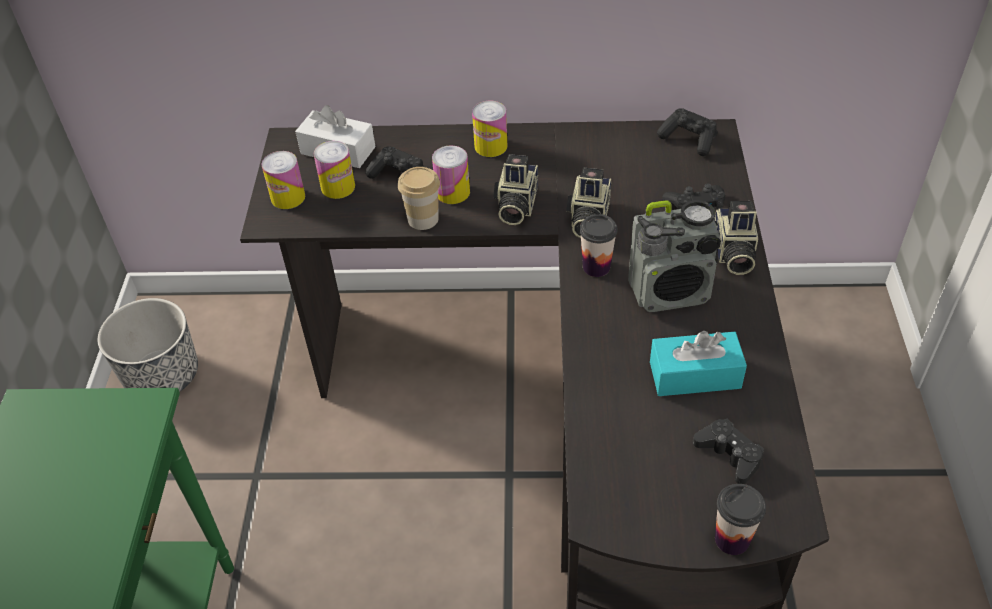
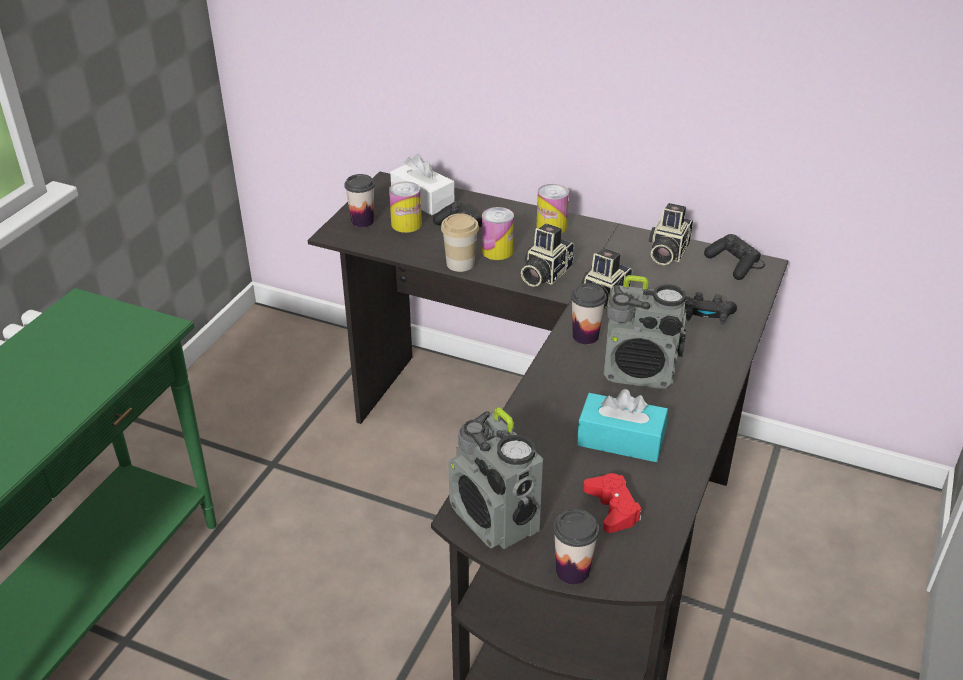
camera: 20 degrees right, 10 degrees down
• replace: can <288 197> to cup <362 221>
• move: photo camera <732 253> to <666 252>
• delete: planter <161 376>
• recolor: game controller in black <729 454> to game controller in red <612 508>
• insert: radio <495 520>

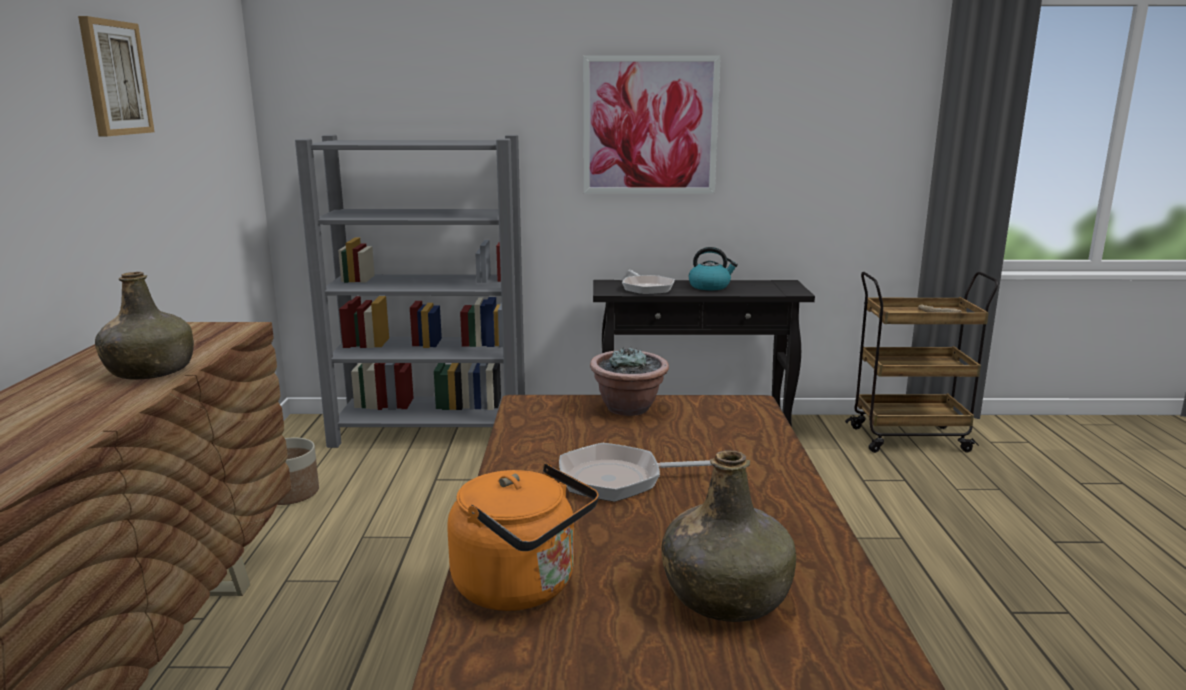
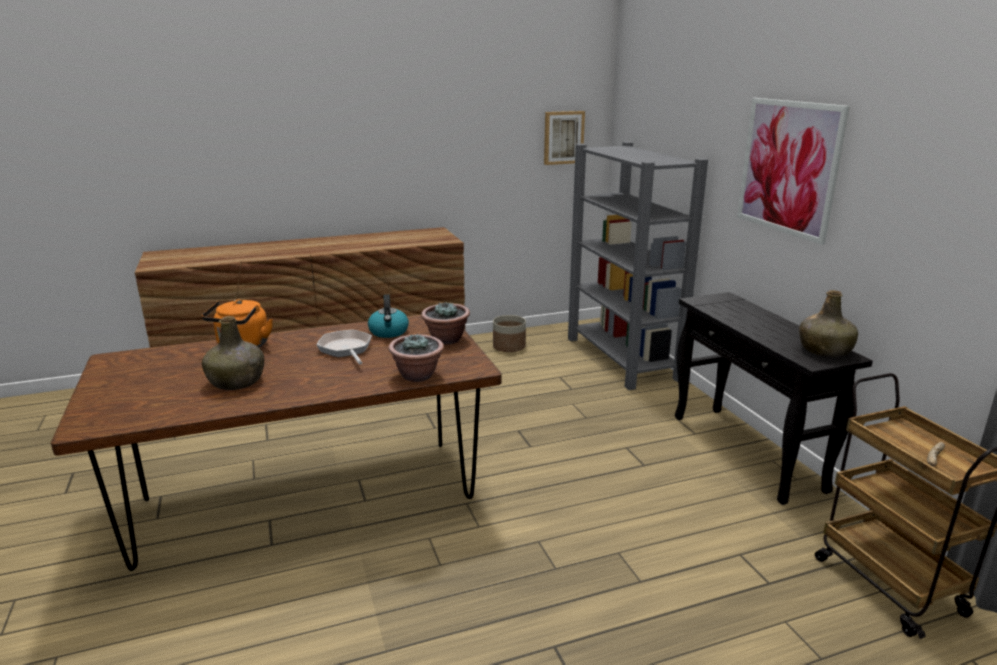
camera: 70 degrees right, 5 degrees up
• move: picture <114 78> to <563 137>
• move: kettle <710 286> to <389 332>
• delete: frying pan <646 288>
• move: bottle in green <151 371> to <825 351>
• insert: potted plant <417 376>

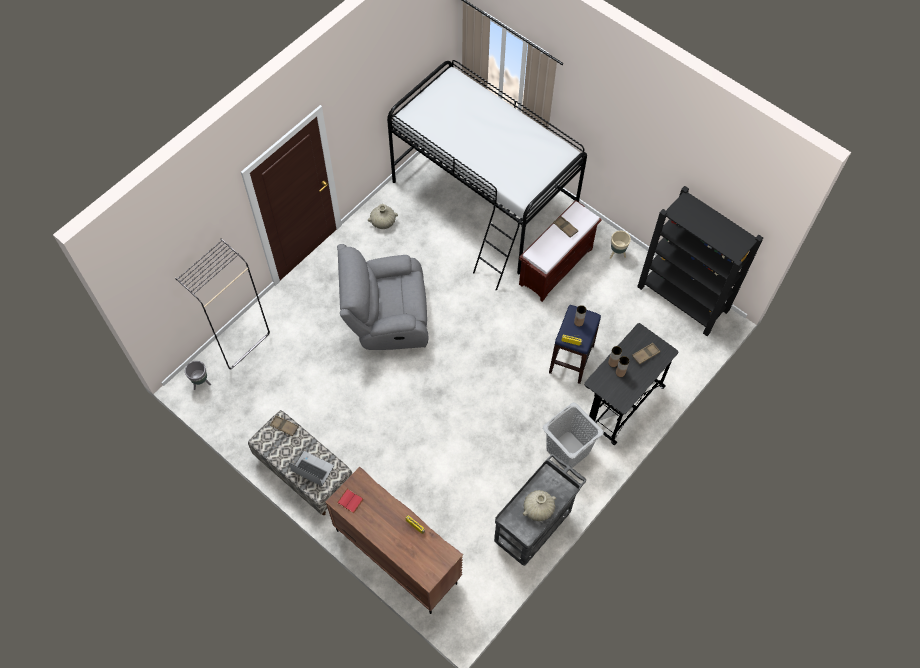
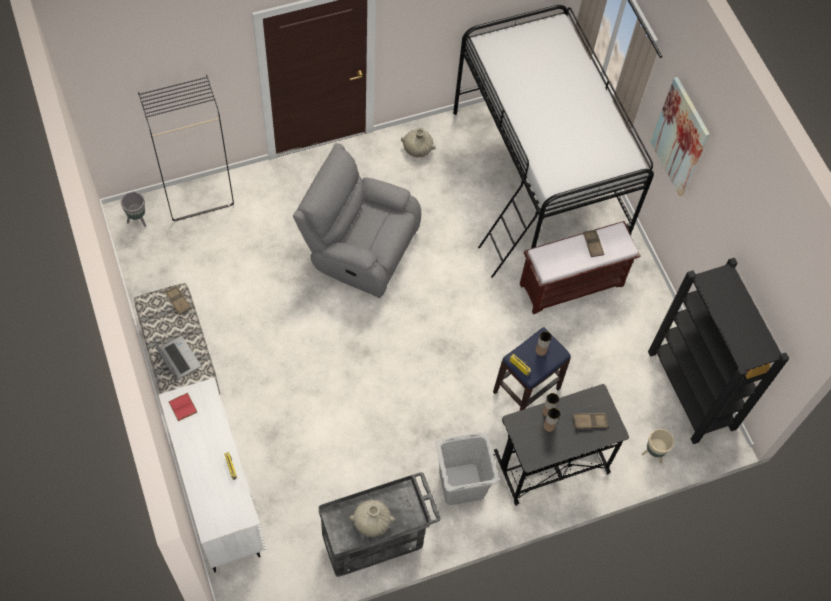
camera: 25 degrees right, 0 degrees up
• move: planter in beige <617 254> to <653 454>
• recolor: dresser in brown <397 555> to dresser in white <218 494>
• insert: picture <680 137>

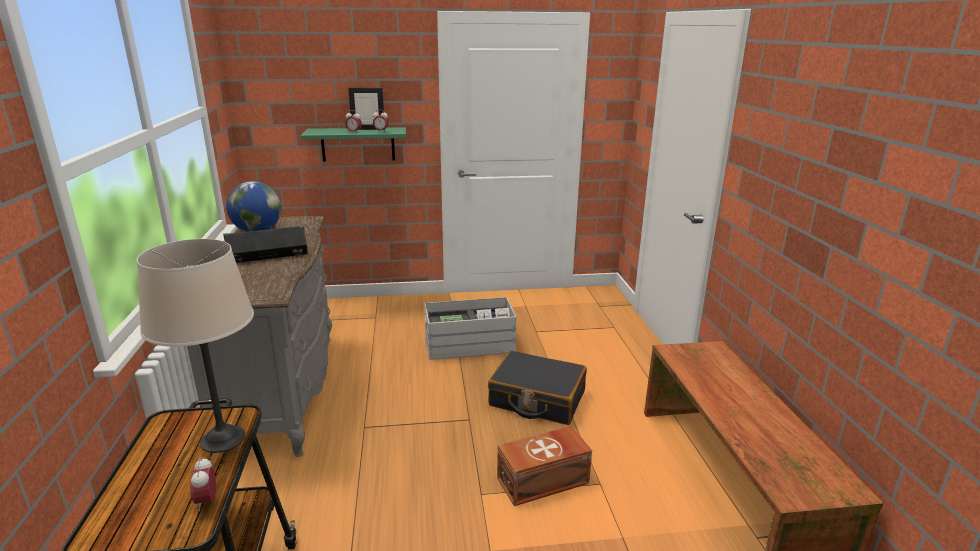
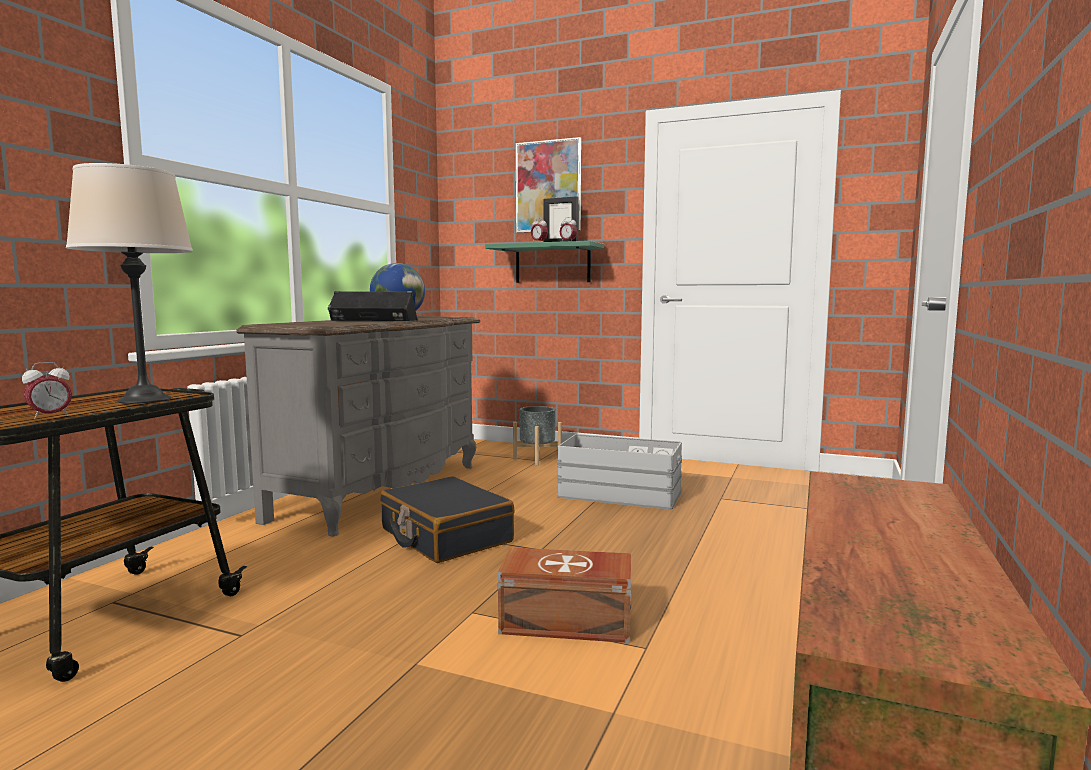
camera: 30 degrees right, 15 degrees down
• move: suitcase in black <537 399> to <445 536>
• rotate: alarm clock <207 501> = <50 417> 150 degrees counterclockwise
• insert: picture <548 186>
• insert: planter in grey <537 459>

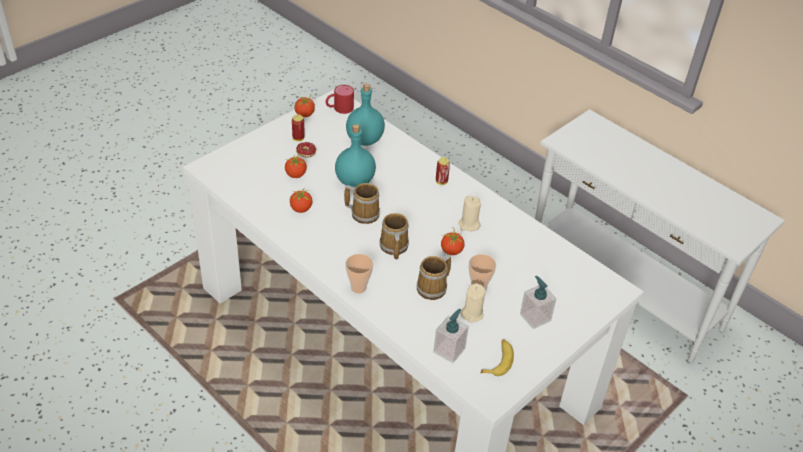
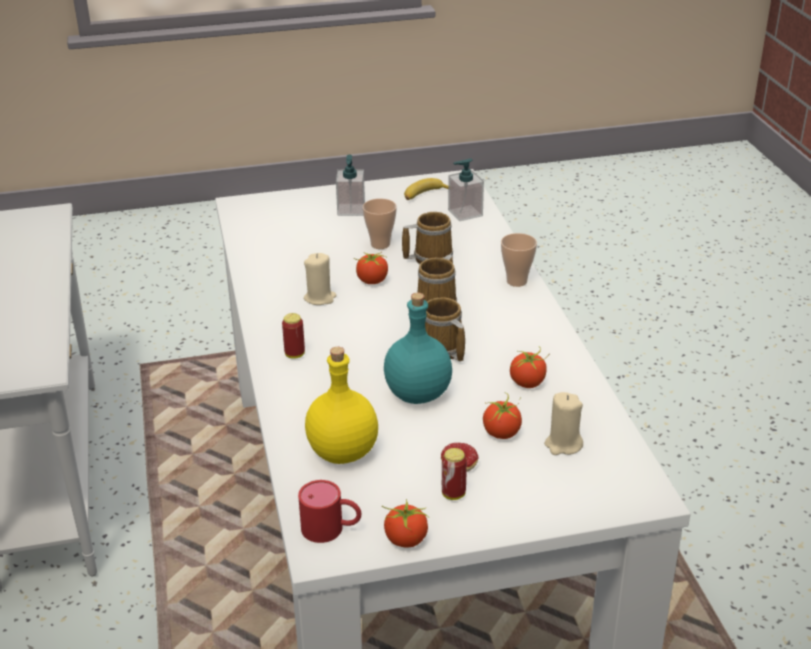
camera: 145 degrees left, 10 degrees down
• recolor: bottle in turquoise <365 139> to bottle in yellow <341 452>
• move: candle in beige <472 313> to <563 444>

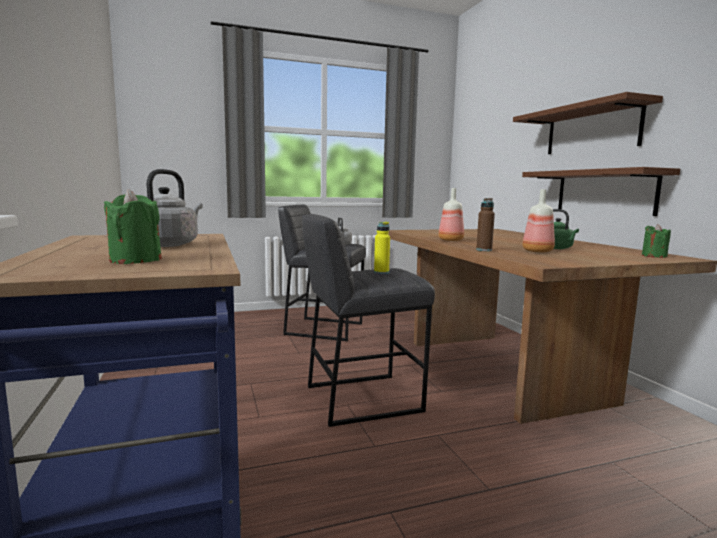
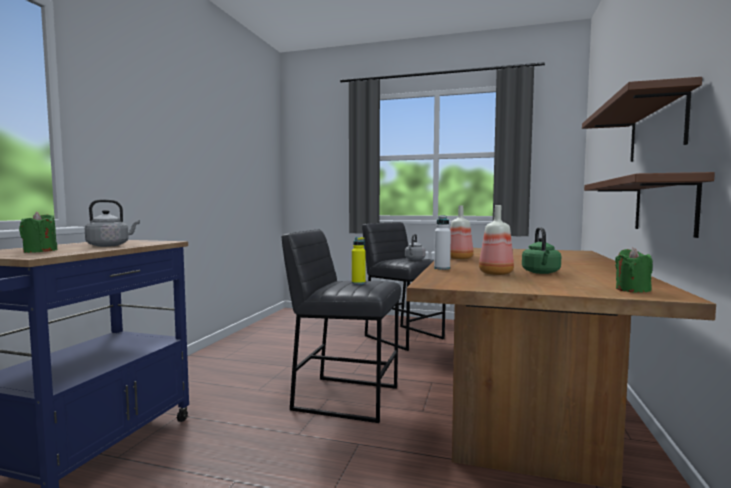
camera: 35 degrees right, 5 degrees down
• recolor: bottle in brown <484 250> to bottle in white <442 268>

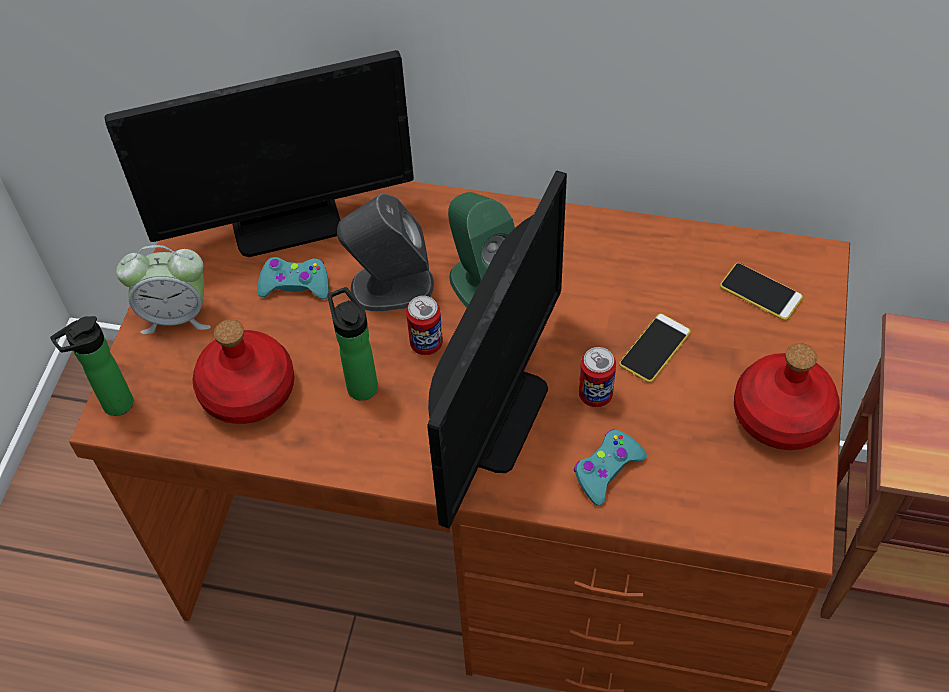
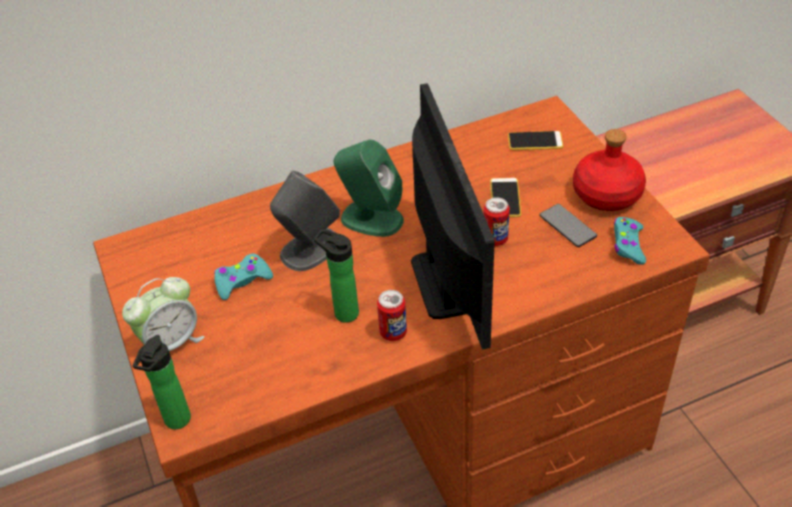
camera: 35 degrees left, 10 degrees down
• delete: monitor <286 221>
• move: can <426 344> to <393 332>
• delete: bottle in red <249 390>
• move: game controller in turquoise <607 470> to <628 245>
• insert: phone <567 226>

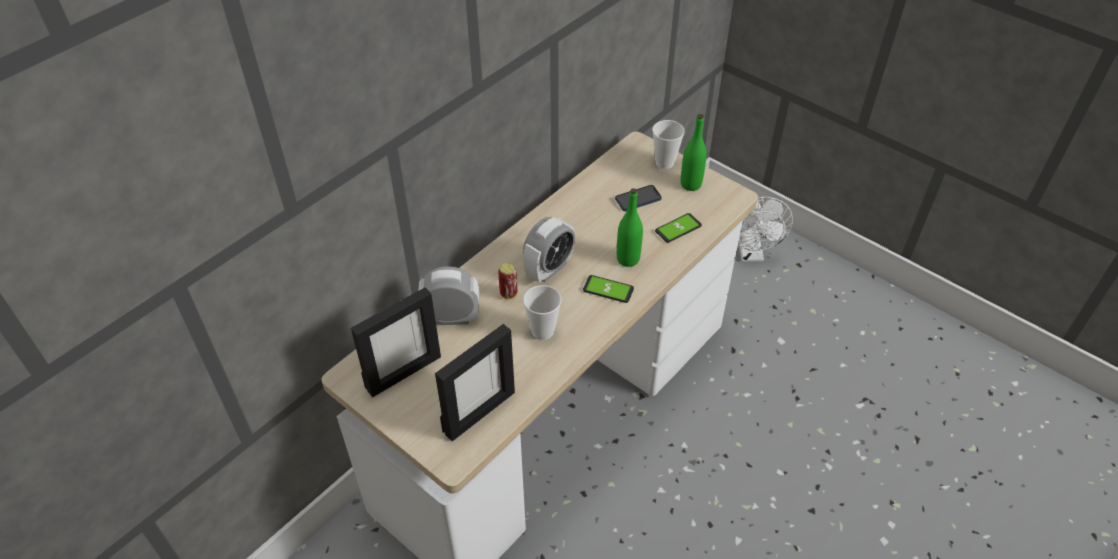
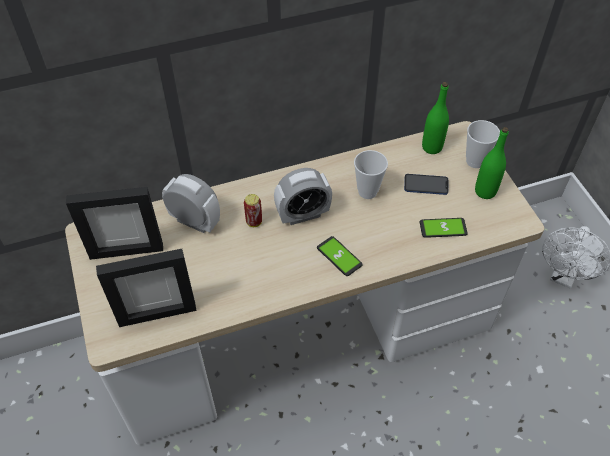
camera: 30 degrees right, 5 degrees up
• move: bottle in green <628 259> to <432 147>
• move: cup <542 331> to <367 191>

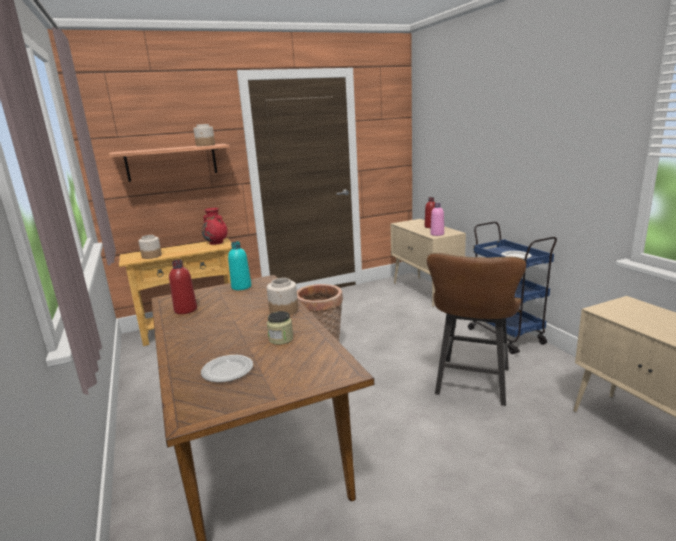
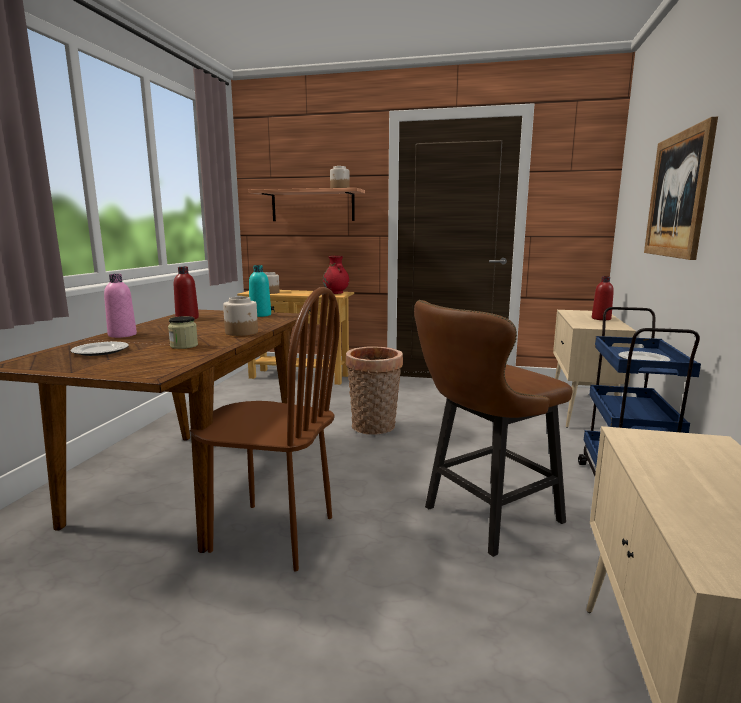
camera: 35 degrees right, 5 degrees down
• move: bottle in pink <437 234> to <122 335>
• insert: picture <677 195>
• insert: chair in brown <273 534>

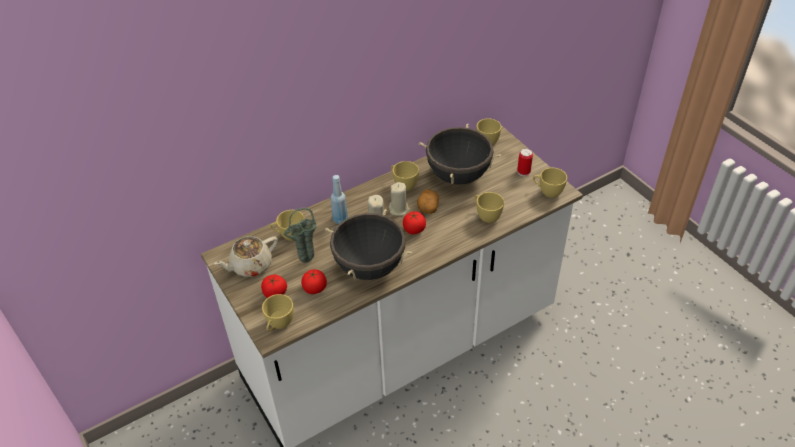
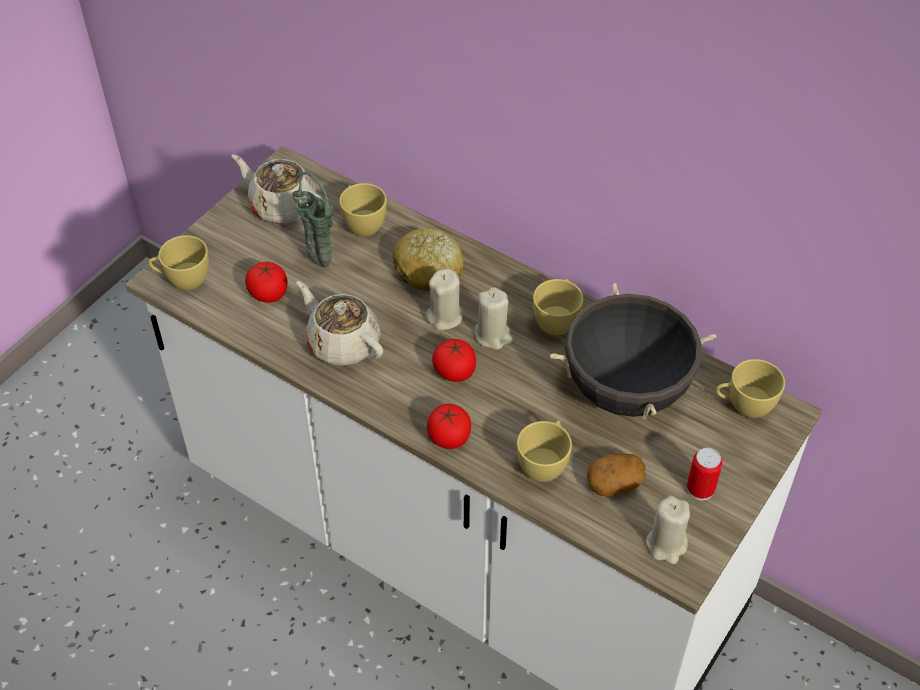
camera: 65 degrees right, 5 degrees up
• replace: cup in yellow <547 192> to candle in beige <666 544>
• replace: bottle in blue <340 219> to bread <428 269>
• move: potato <427 207> to <614 482>
• replace: cooking pot in black <369 267> to teapot in beige <342 343>
• move: tomato <275 293> to <449 437>

